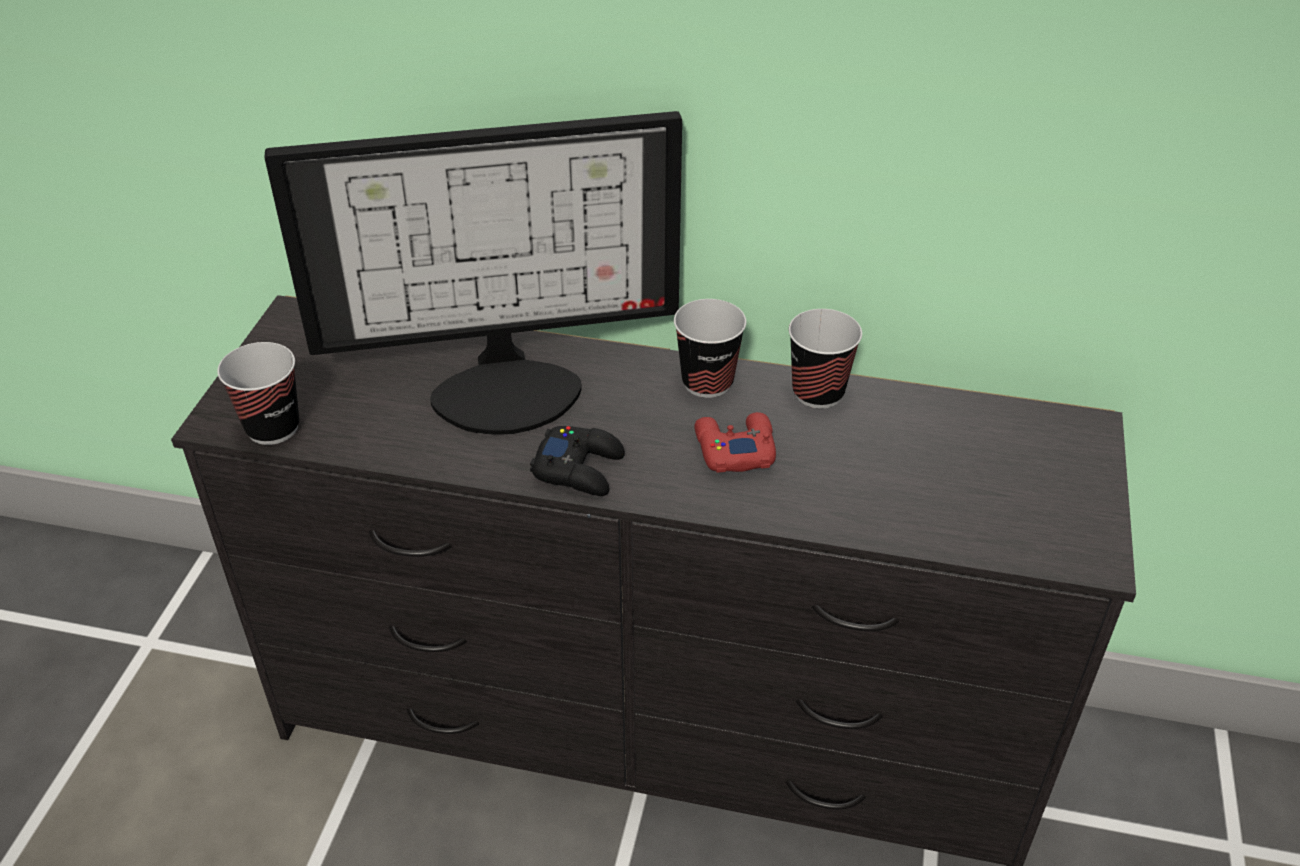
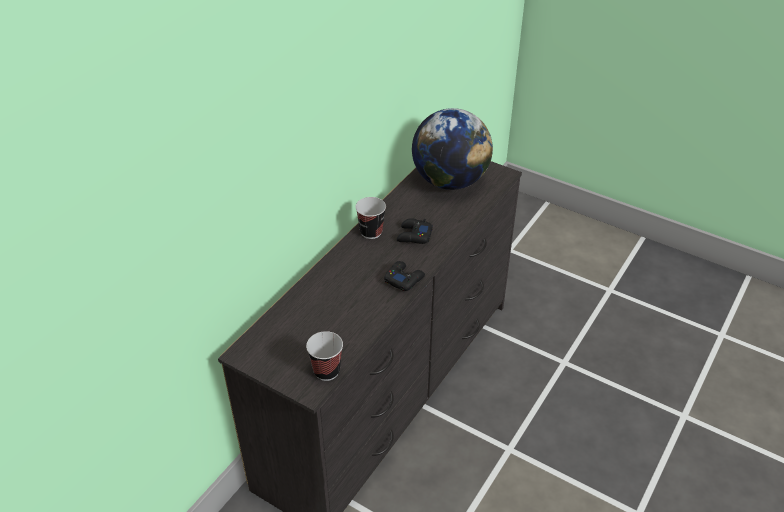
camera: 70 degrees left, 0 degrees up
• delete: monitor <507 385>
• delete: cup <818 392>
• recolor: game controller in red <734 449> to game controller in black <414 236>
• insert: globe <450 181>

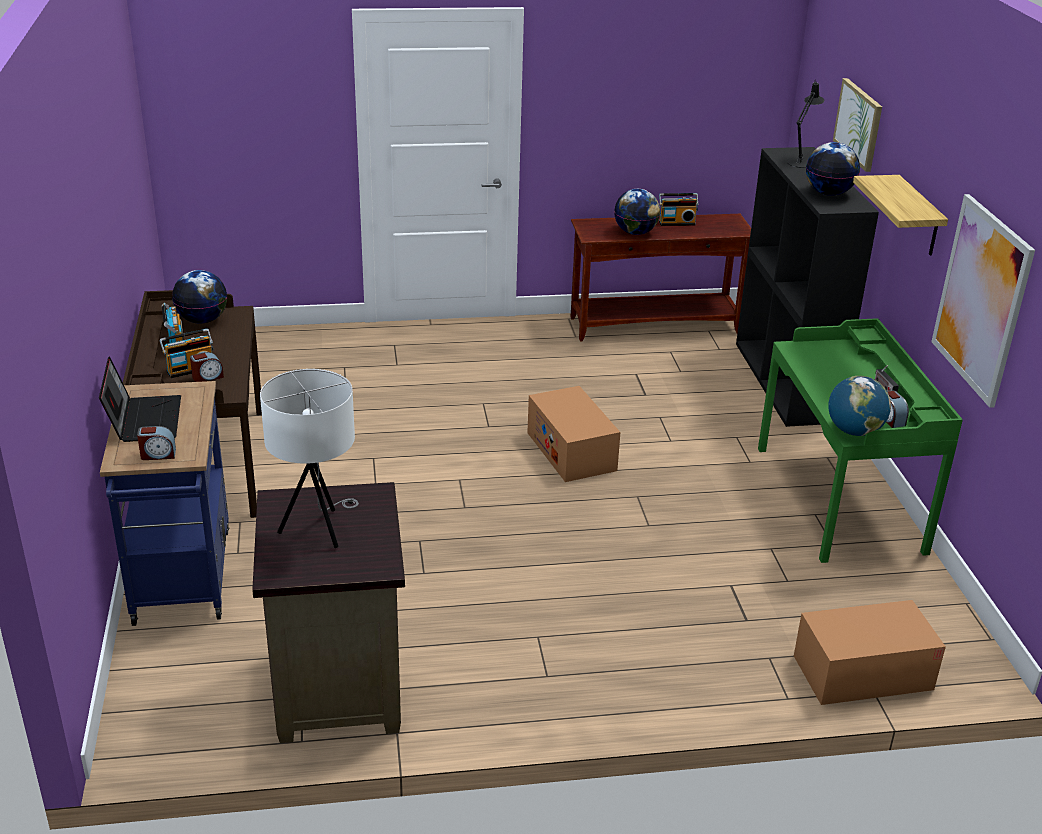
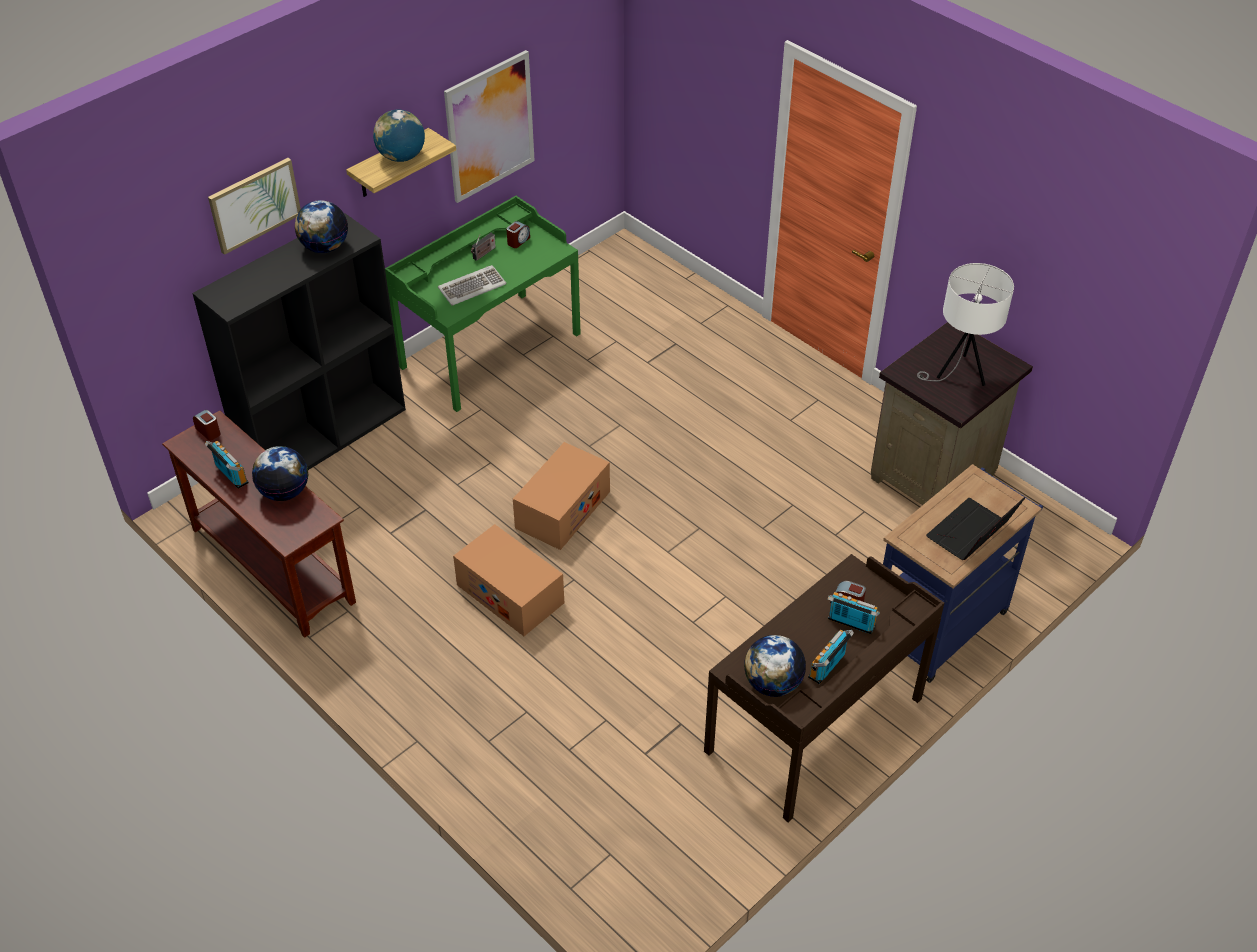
camera: 125 degrees left, 15 degrees up
• delete: table lamp in black <801 162>
• move: globe <854 431> to <401 157>
• move: alarm clock <158 454> to <208 431>
• move: cardboard box <863 672> to <510 594>
• insert: keyboard <472 287>

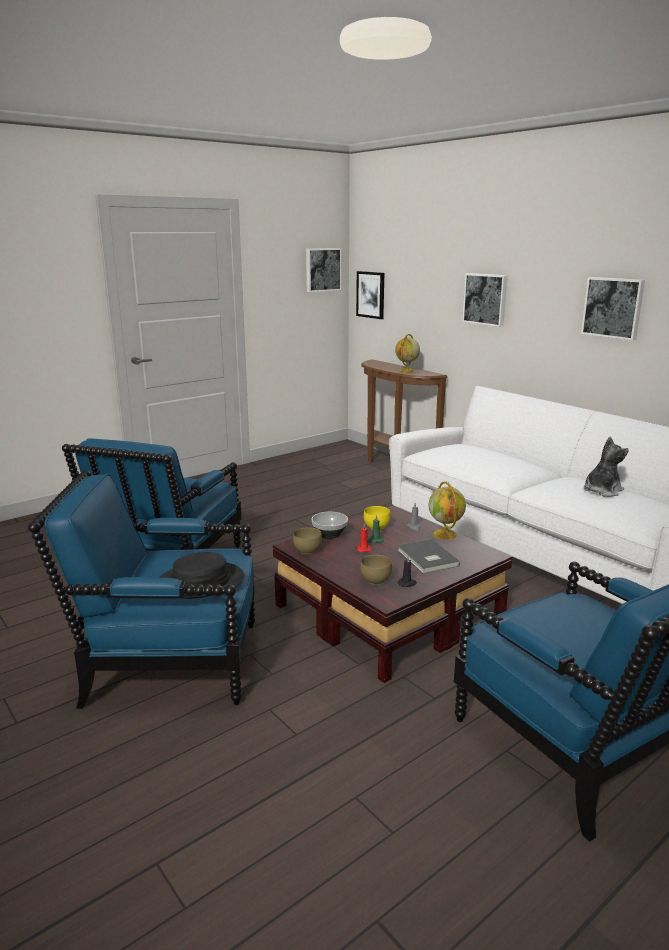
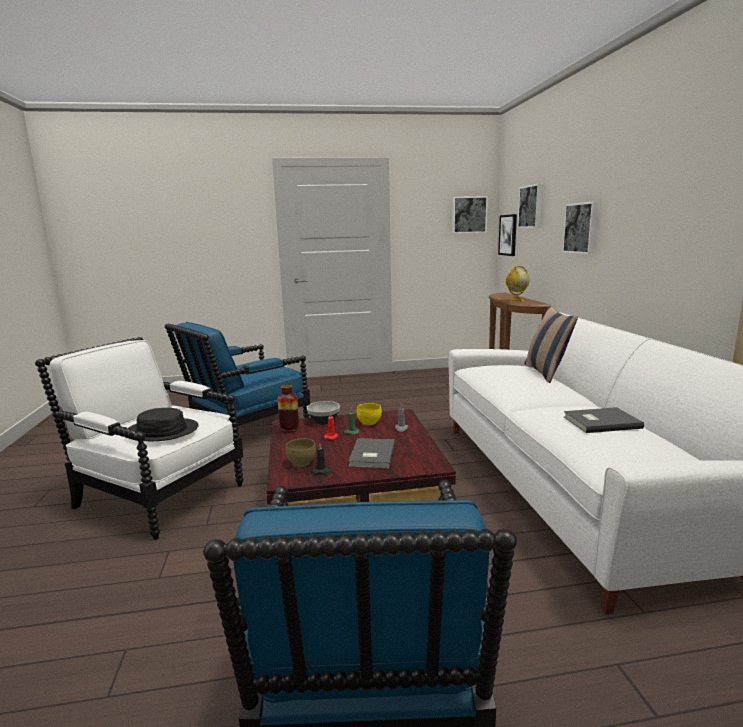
camera: 30 degrees right, 5 degrees down
• move: picture <613 307> to <531 206>
• replace: plush toy <601 490> to book in grey <600 422>
• recolor: armchair in blue <166 661> to armchair in white <158 494>
• delete: globe <445 535>
• replace: bowl in brown <308 550> to vase <289 429>
• insert: pillow <546 373>

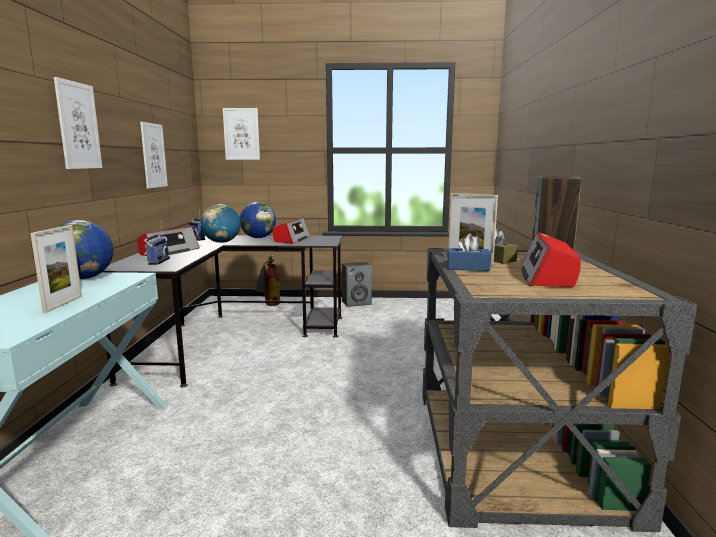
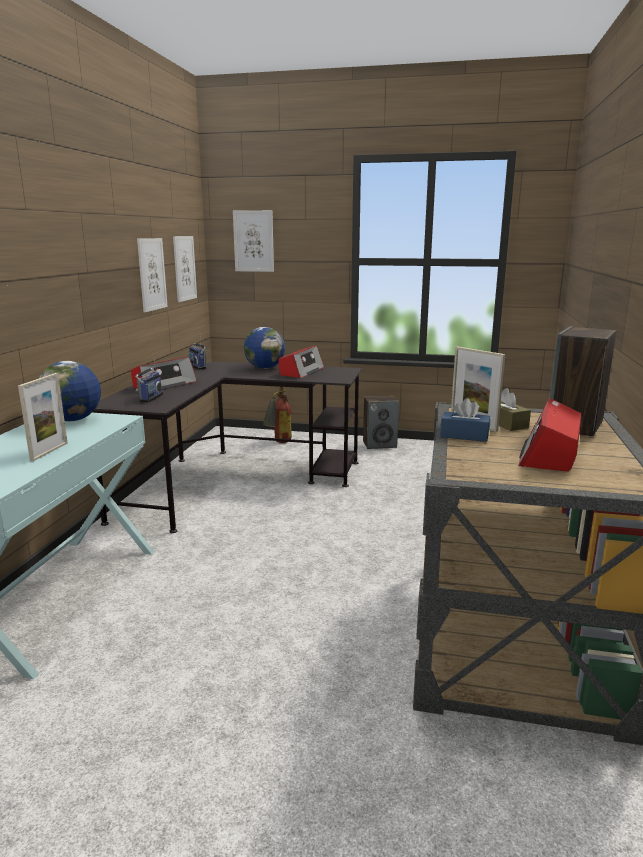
camera: 10 degrees right, 5 degrees up
• move: picture <78 126> to <184 268>
• delete: globe <222 242>

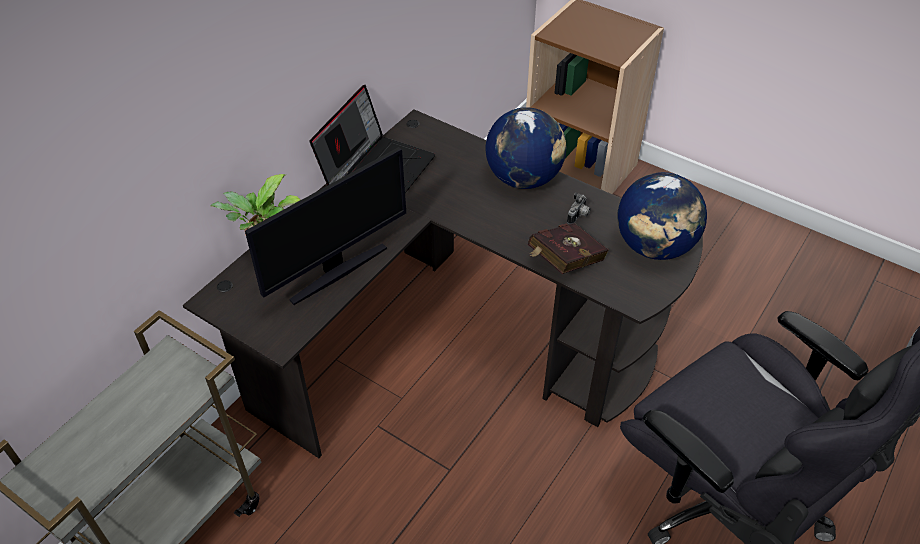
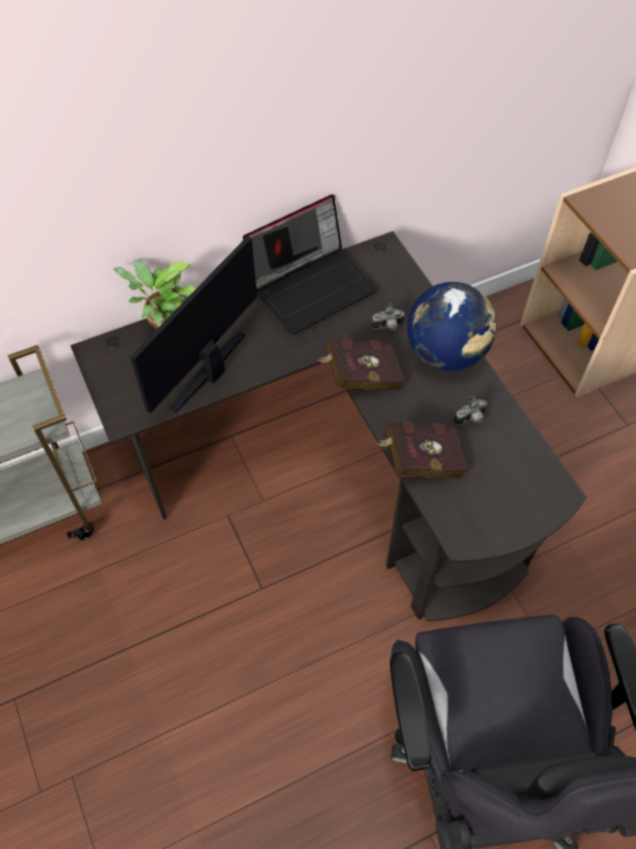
camera: 30 degrees right, 10 degrees up
• rotate: monitor <337 271> = <211 373> 135 degrees clockwise
• delete: globe <654 247>
• insert: photo camera <388 327>
• insert: book in red <360 377>

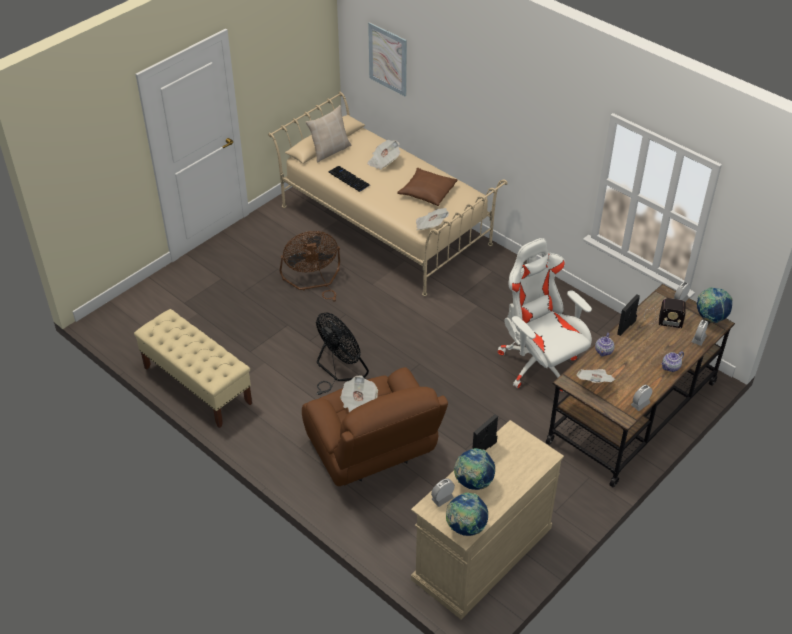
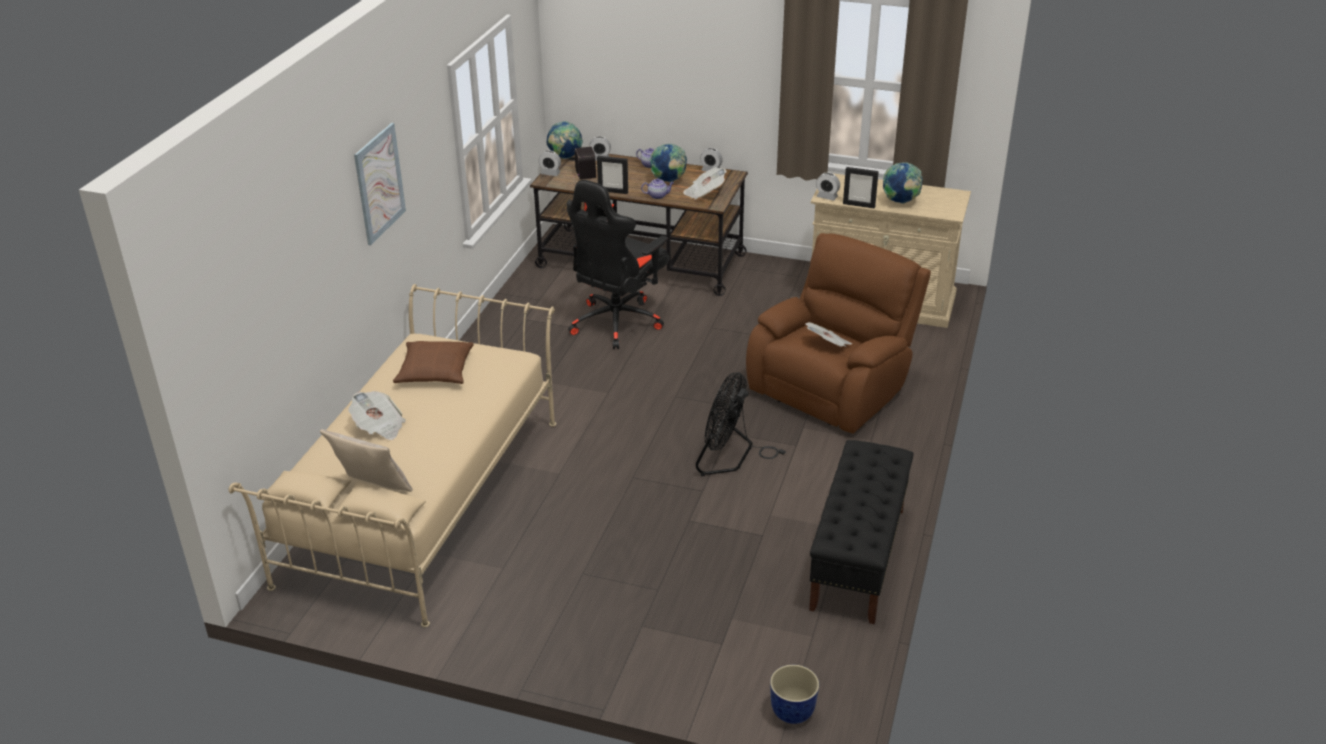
camera: 115 degrees left, 10 degrees down
• move: picture <388 59> to <379 183>
• delete: keyboard <349 179>
• delete: newspaper <430 226>
• delete: fan in brown <315 282>
• recolor: office chair in white <541 369> to office chair in black <621 319>
• recolor: bench in beige <197 385> to bench in black <858 558>
• move: alarm clock <442 498> to <827 197>
• move: globe <465 527> to <668 181>
• insert: planter <792 712>

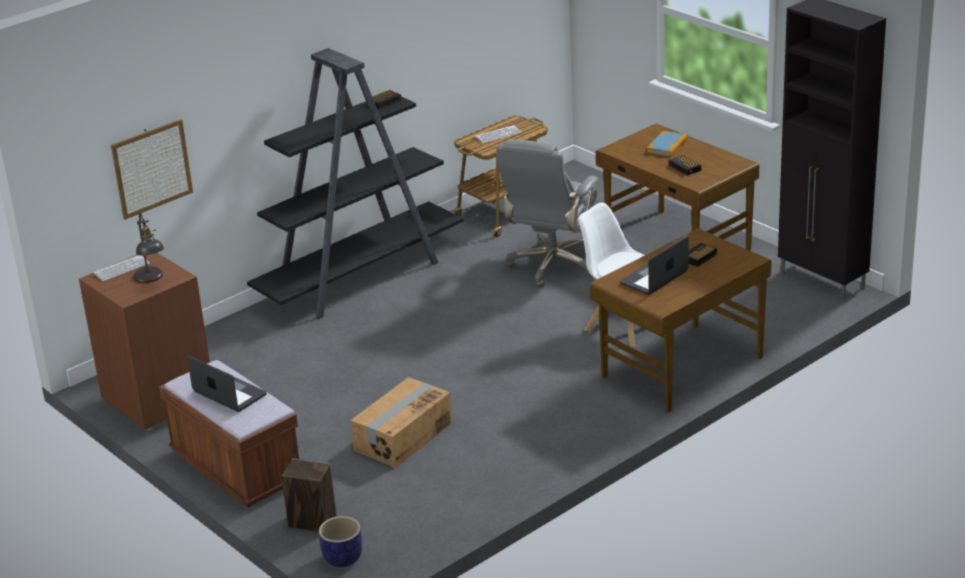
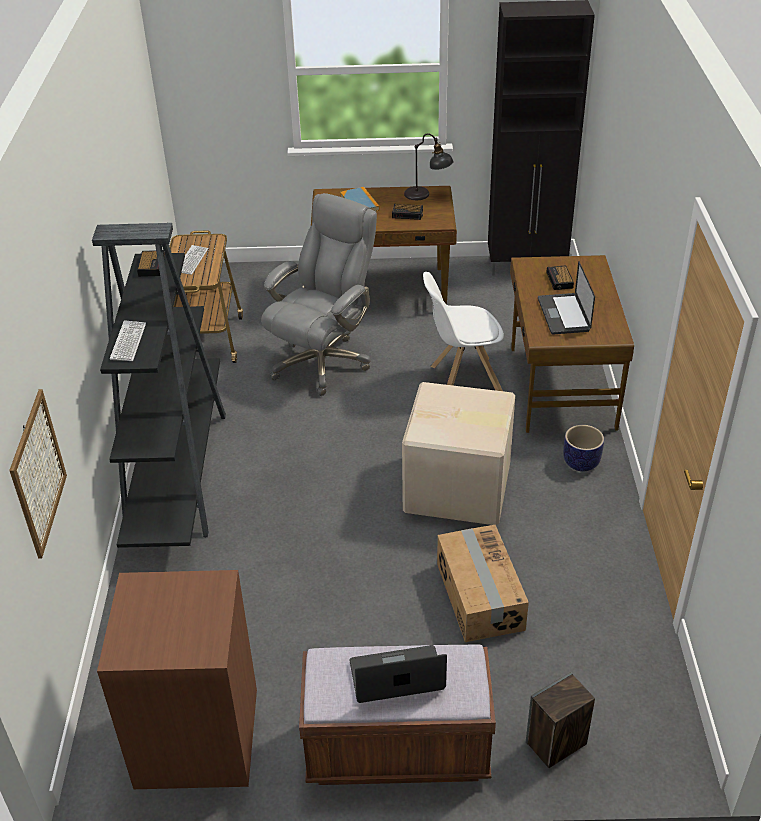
camera: 50 degrees left, 10 degrees up
• rotate: office chair in grey <551 266> = <324 363> 120 degrees counterclockwise
• move: table lamp in grey <152 281> to <427 195>
• move: keyboard <122 269> to <128 342>
• move: planter <342 558> to <581 463>
• insert: cardboard box <458 489>

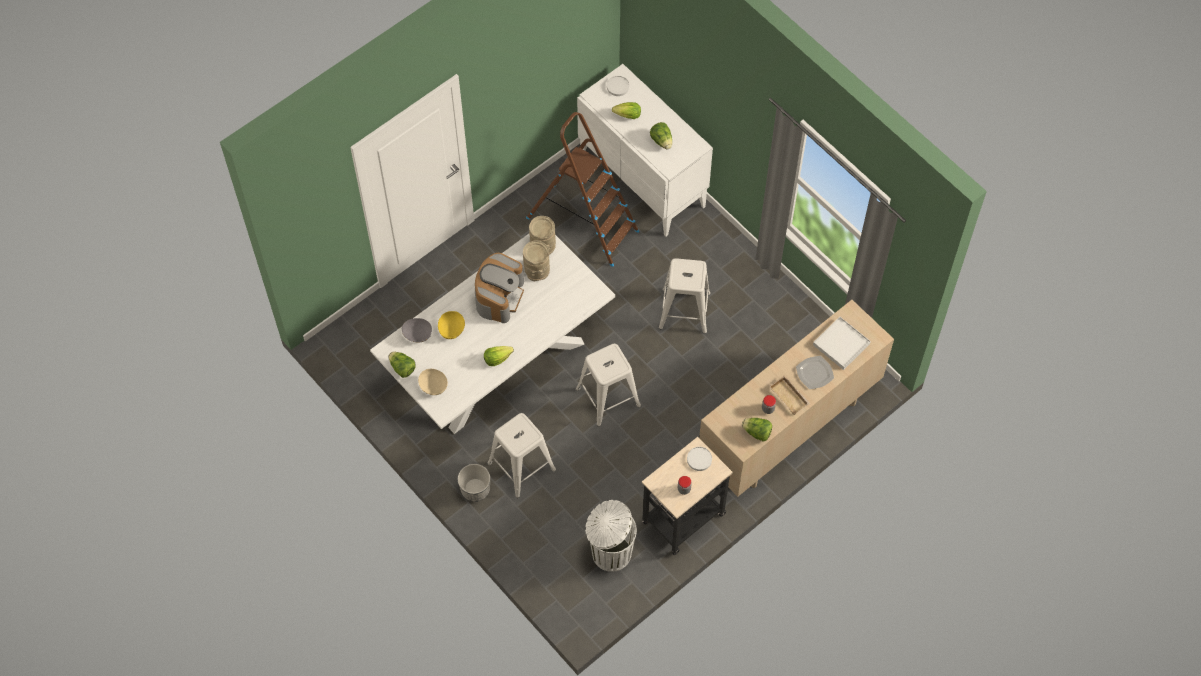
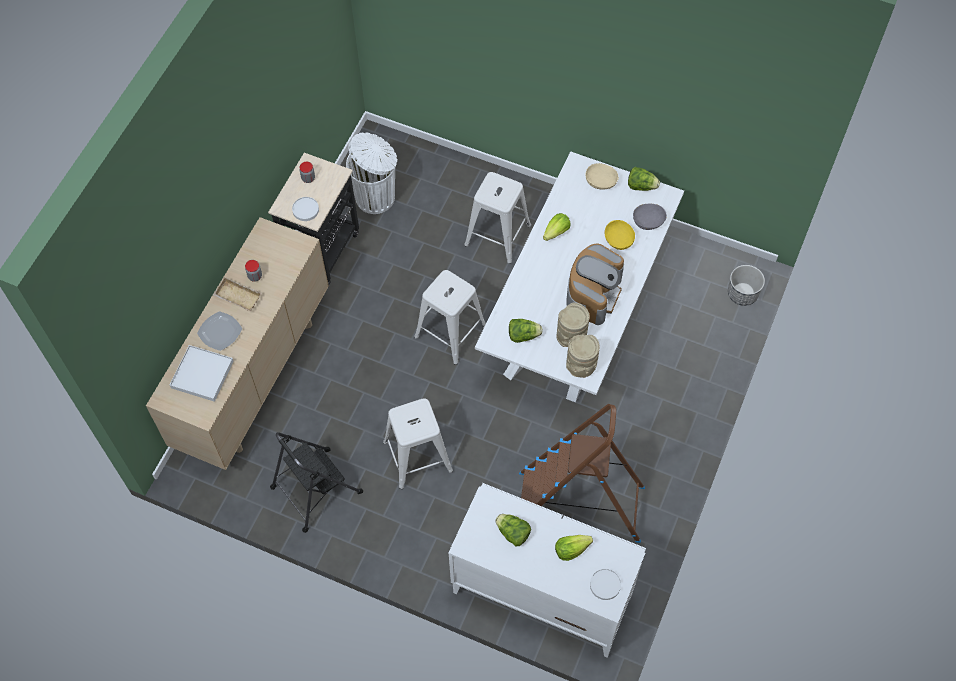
camera: 155 degrees right, 0 degrees up
• rotate: coffee machine <499 296> = <593 294> 150 degrees counterclockwise
• move: lettuce <757 432> to <523 335>
• move: planter <475 489> to <742 294>
• insert: step ladder in black <314 490>

